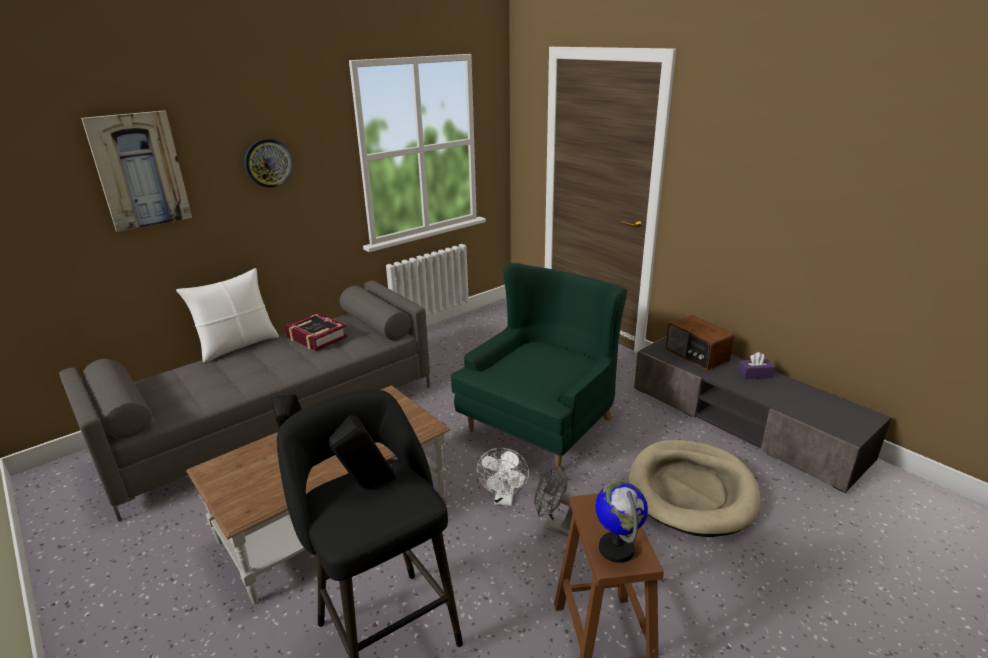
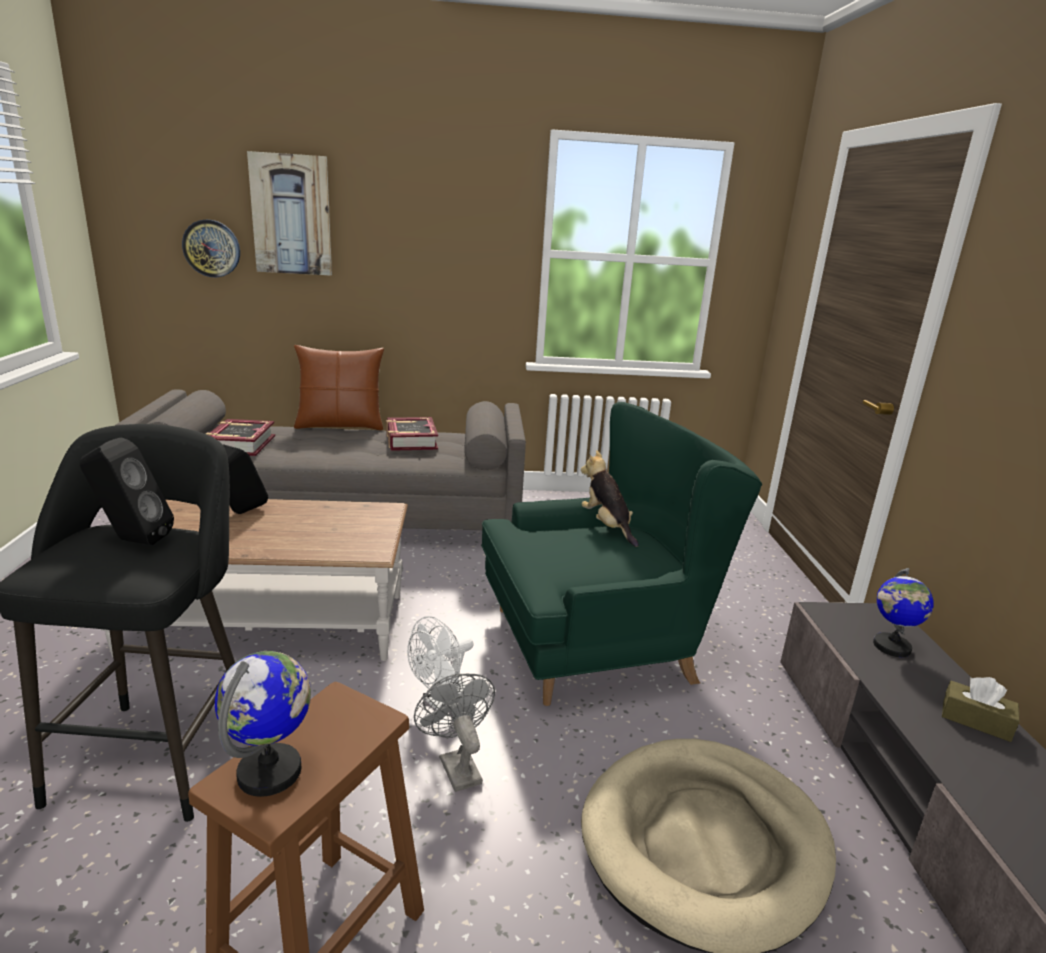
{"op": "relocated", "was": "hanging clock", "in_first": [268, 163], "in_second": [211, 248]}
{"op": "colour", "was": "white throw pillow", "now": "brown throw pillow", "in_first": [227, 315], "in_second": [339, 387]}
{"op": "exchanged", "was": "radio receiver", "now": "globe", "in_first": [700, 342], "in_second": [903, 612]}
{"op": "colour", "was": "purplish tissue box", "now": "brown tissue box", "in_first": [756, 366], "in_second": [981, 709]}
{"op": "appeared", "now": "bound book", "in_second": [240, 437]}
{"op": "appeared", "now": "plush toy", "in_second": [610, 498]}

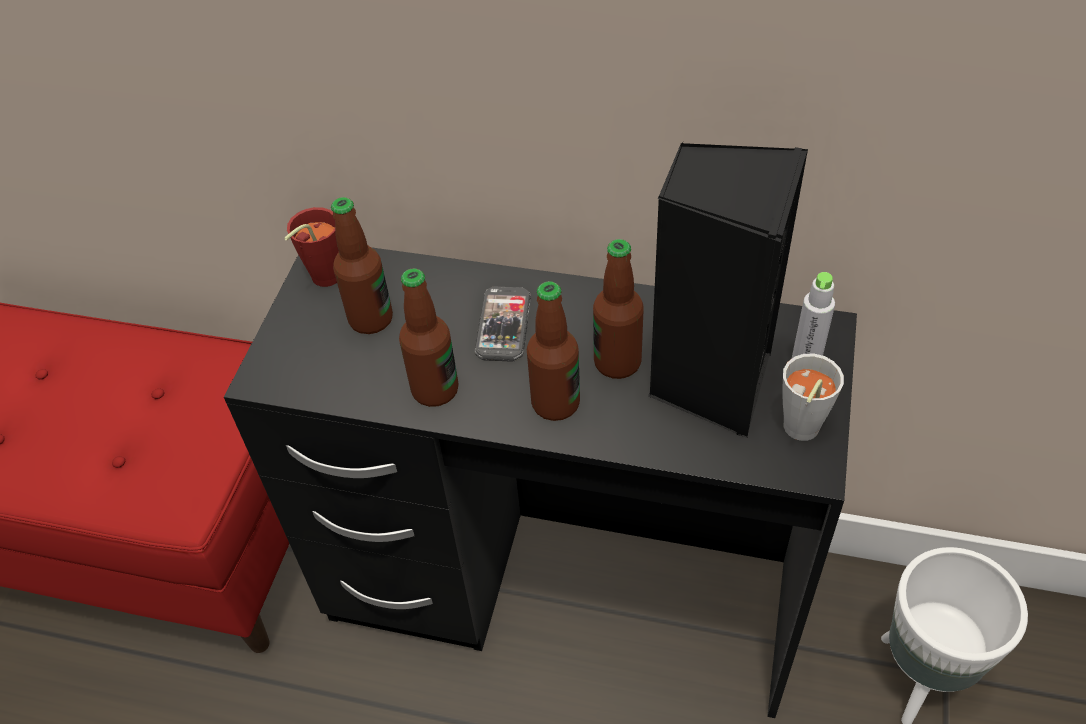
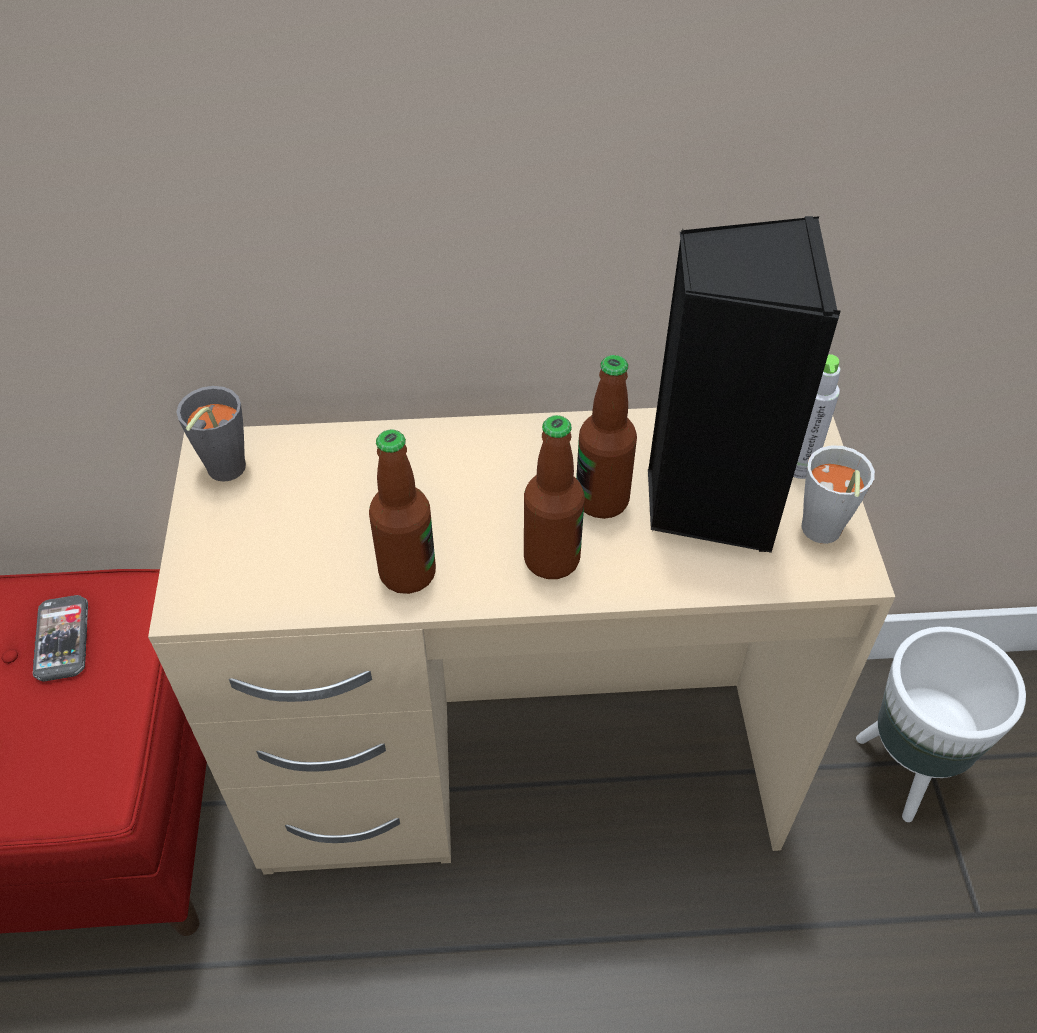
{"op": "missing", "was": "beverage bottle", "in_first": [362, 265]}
{"op": "colour", "was": "red-coloured small cup", "now": "gray small cup", "in_first": [311, 247], "in_second": [211, 434]}
{"op": "colour", "was": "blackish desk unit", "now": "beige desk unit", "in_first": [540, 482], "in_second": [521, 641]}
{"op": "relocated", "was": "handset", "in_first": [503, 324], "in_second": [60, 638]}

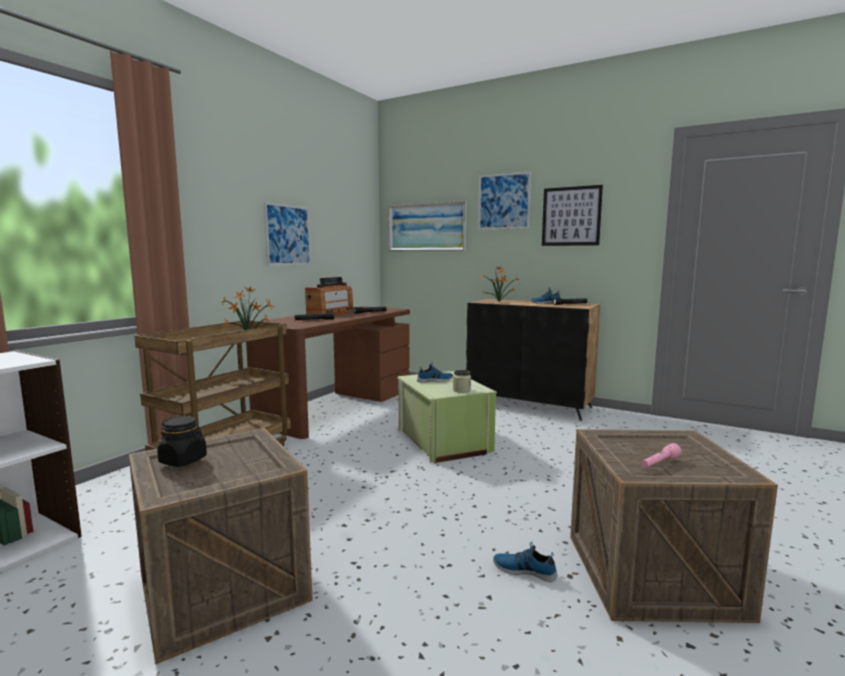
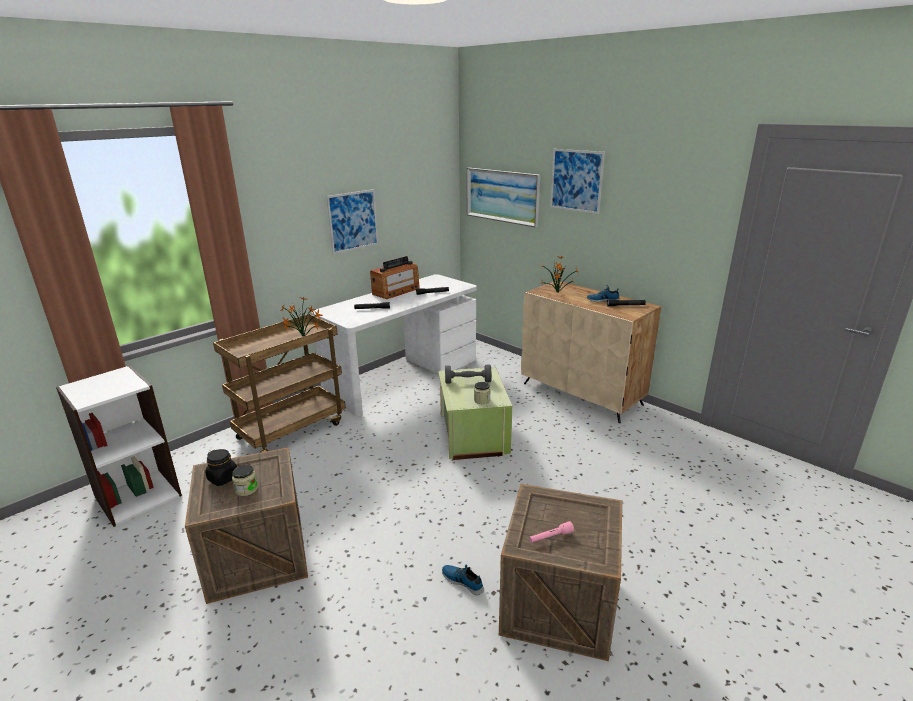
{"op": "missing", "was": "wall picture", "in_first": [572, 215]}
{"op": "colour", "was": "blackish cupboard", "now": "beige cupboard", "in_first": [533, 360], "in_second": [591, 352]}
{"op": "colour", "was": "brown desk unit", "now": "white desk unit", "in_first": [328, 372], "in_second": [394, 345]}
{"op": "exchanged", "was": "low shoe", "now": "gray dumbbell", "in_first": [435, 372], "in_second": [468, 374]}
{"op": "appeared", "now": "storage jar", "in_second": [245, 480]}

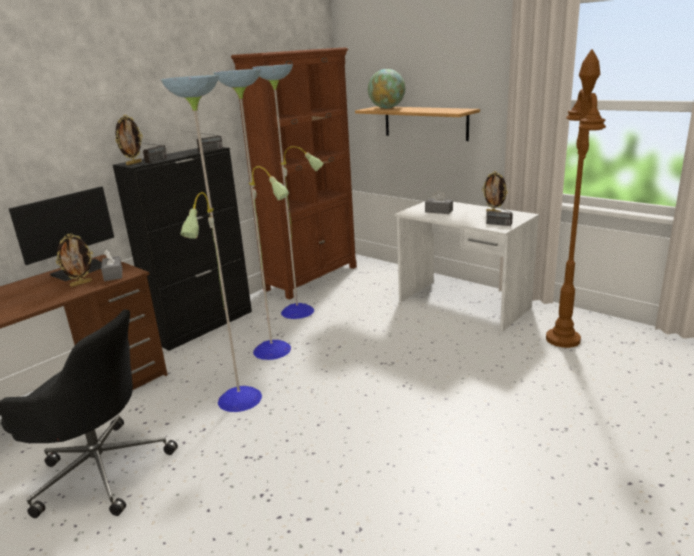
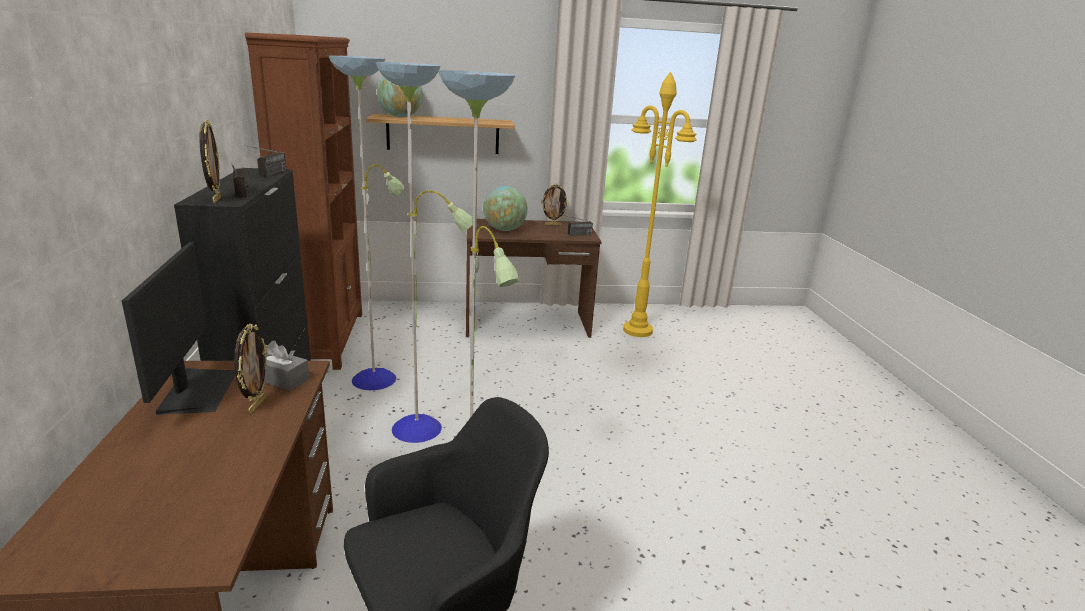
{"op": "colour", "was": "brown standing lamp", "now": "yellow-coloured standing lamp", "in_first": [576, 198], "in_second": [660, 204]}
{"op": "exchanged", "was": "gray tissue box", "now": "globe", "in_first": [439, 202], "in_second": [505, 208]}
{"op": "colour", "was": "white desk unit", "now": "brown desk unit", "in_first": [466, 266], "in_second": [534, 278]}

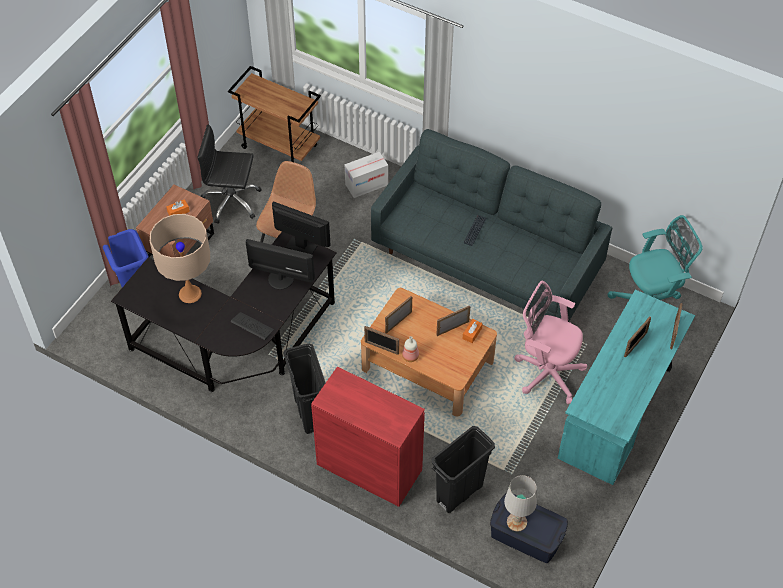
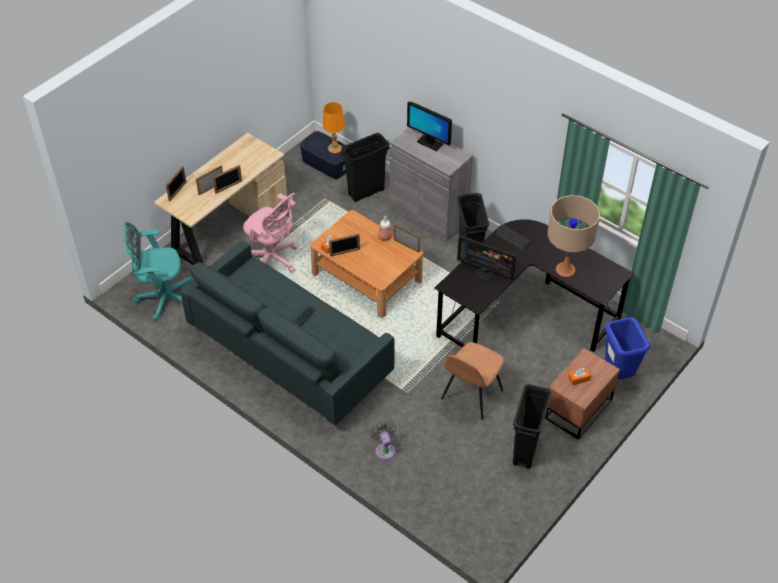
{"op": "missing", "was": "brown wheeled cart", "in_first": [274, 114]}
{"op": "exchanged", "was": "blackish computer chair", "now": "blackish trash can", "in_first": [229, 174], "in_second": [532, 426]}
{"op": "exchanged", "was": "packing box", "now": "gray electric fan", "in_first": [366, 175], "in_second": [383, 440]}
{"op": "relocated", "was": "monitor", "in_first": [301, 227], "in_second": [429, 126]}
{"op": "colour", "was": "turquoise-coloured desk unit", "now": "beige desk unit", "in_first": [626, 387], "in_second": [220, 199]}
{"op": "relocated", "was": "standing frame", "in_first": [398, 315], "in_second": [227, 179]}
{"op": "colour", "was": "red-coloured cupboard", "now": "gray cupboard", "in_first": [368, 436], "in_second": [431, 184]}
{"op": "colour", "was": "white lamp for a table", "now": "orange lamp for a table", "in_first": [520, 503], "in_second": [334, 127]}

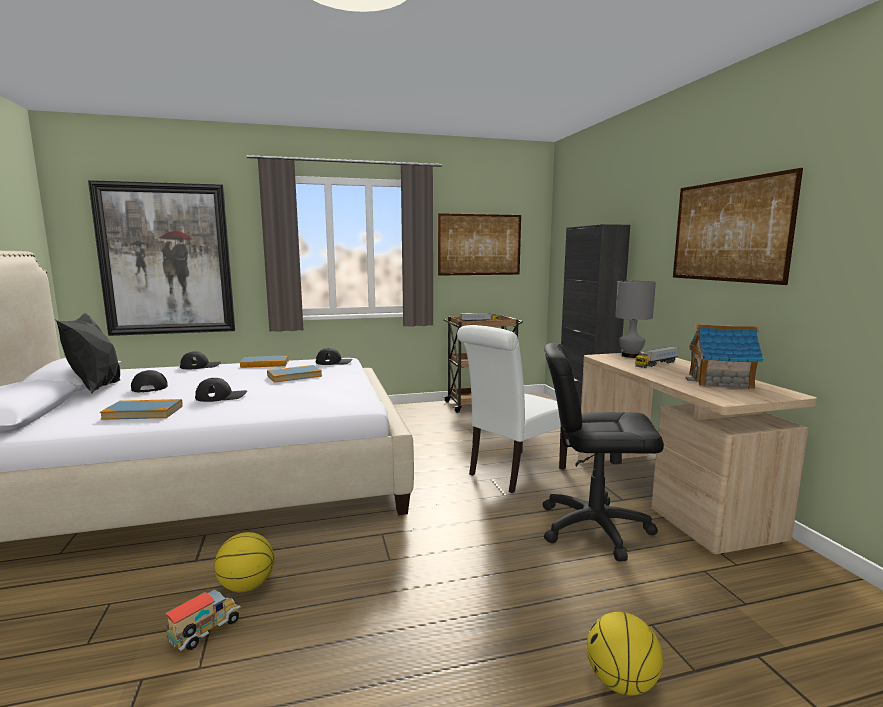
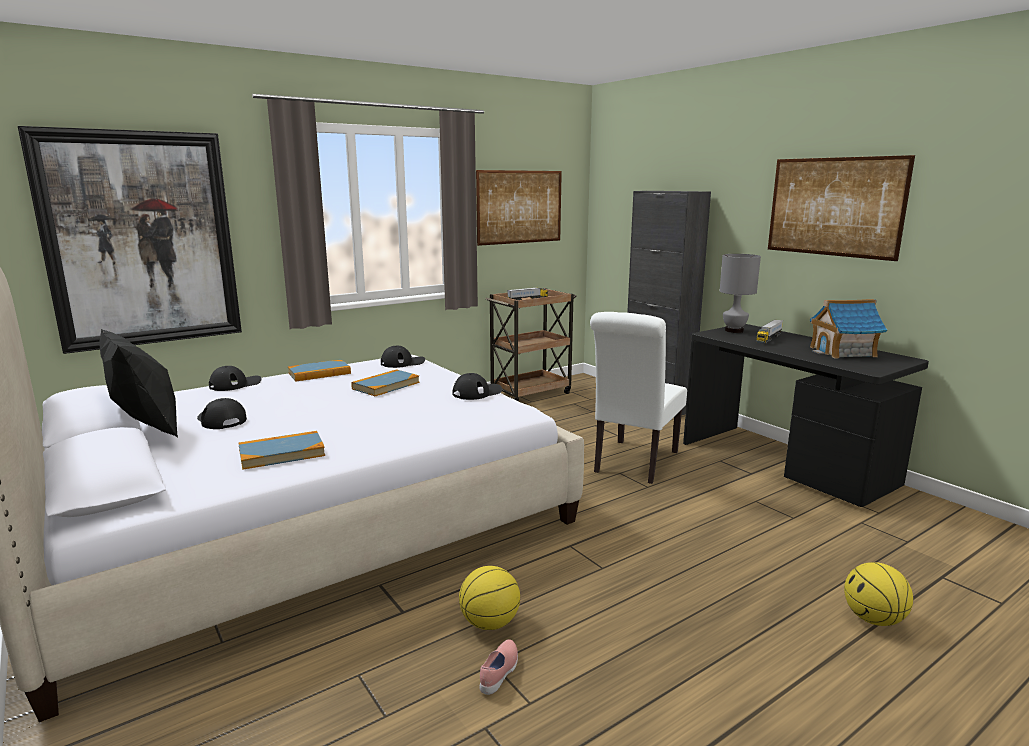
{"op": "missing", "was": "blackish computer chair", "in_first": [603, 452]}
{"op": "colour", "was": "beige desk unit", "now": "blackish desk unit", "in_first": [697, 453], "in_second": [806, 415]}
{"op": "relocated", "was": "blackish baseball cap", "in_first": [221, 390], "in_second": [477, 386]}
{"op": "exchanged", "was": "model truck", "now": "pink low shoe", "in_first": [203, 620], "in_second": [498, 667]}

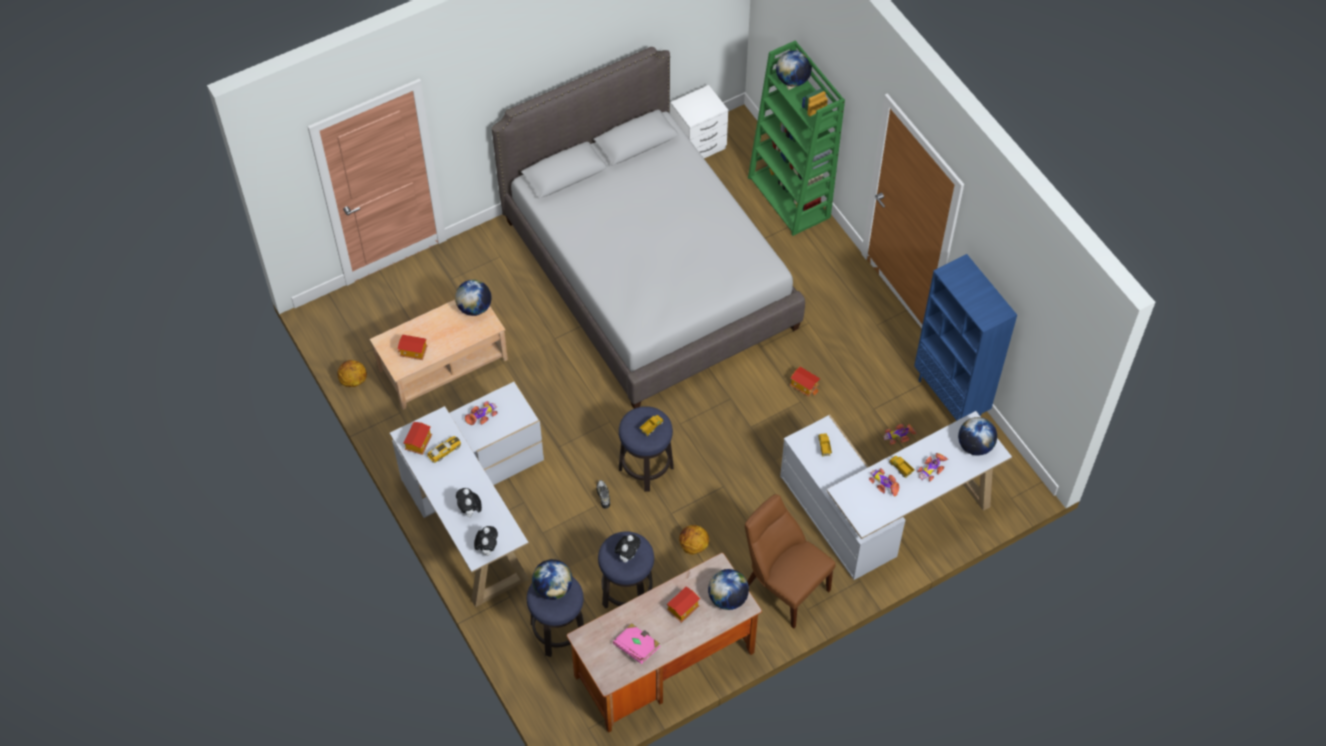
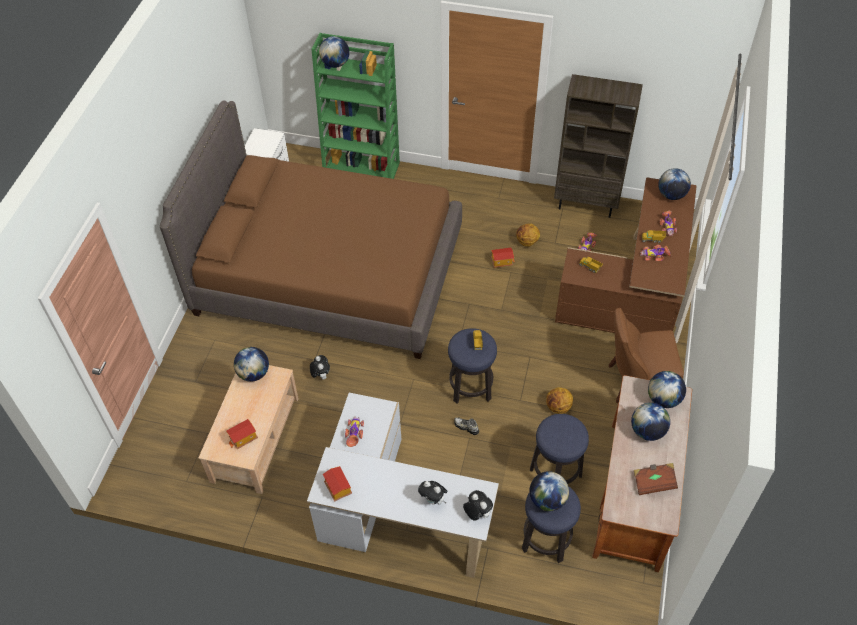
{"op": "colour", "was": "gray bed", "now": "brown bed", "in_first": [648, 228], "in_second": [311, 230]}
{"op": "colour", "was": "blue-coloured bookcase", "now": "brown bookcase", "in_first": [965, 337], "in_second": [598, 146]}
{"op": "relocated", "was": "ball for basketball", "in_first": [352, 373], "in_second": [528, 235]}
{"op": "colour", "was": "white desk unit", "now": "brown desk unit", "in_first": [896, 495], "in_second": [626, 255]}
{"op": "missing", "was": "toy car", "in_first": [444, 449]}
{"op": "relocated", "was": "plush toy", "in_first": [628, 548], "in_second": [320, 367]}
{"op": "exchanged", "was": "toy house", "now": "globe", "in_first": [683, 604], "in_second": [650, 421]}
{"op": "colour", "was": "pink bound book", "now": "brown bound book", "in_first": [637, 643], "in_second": [656, 479]}

